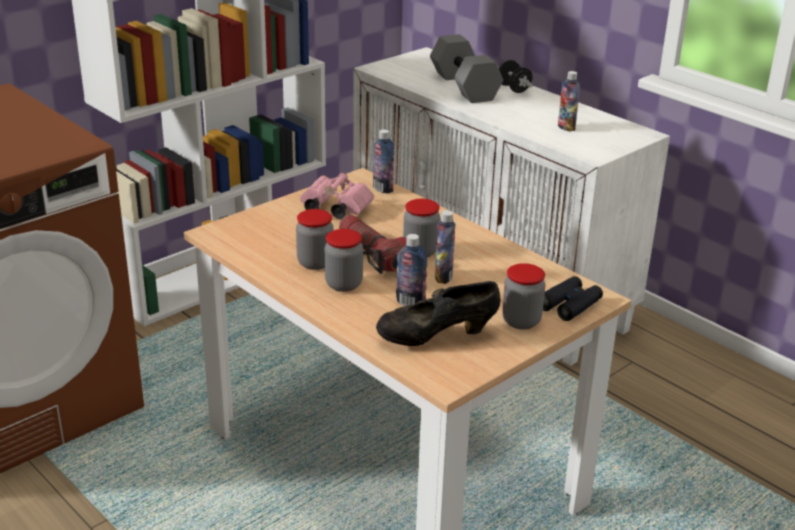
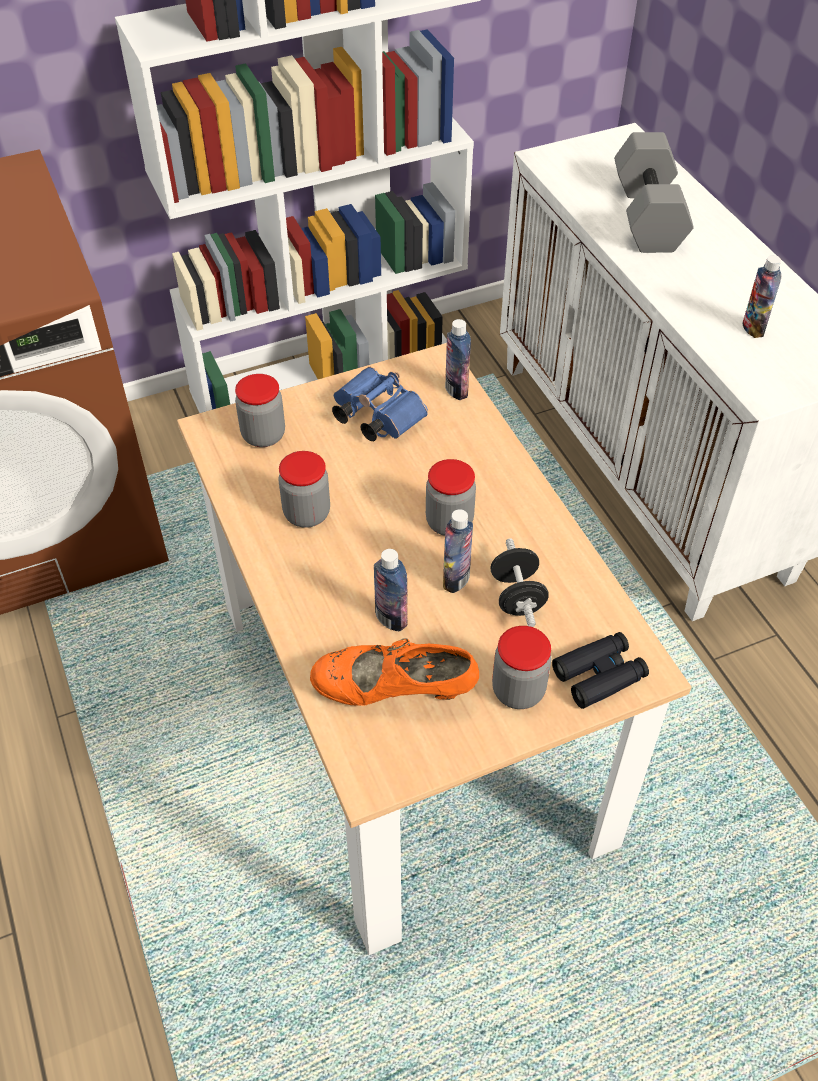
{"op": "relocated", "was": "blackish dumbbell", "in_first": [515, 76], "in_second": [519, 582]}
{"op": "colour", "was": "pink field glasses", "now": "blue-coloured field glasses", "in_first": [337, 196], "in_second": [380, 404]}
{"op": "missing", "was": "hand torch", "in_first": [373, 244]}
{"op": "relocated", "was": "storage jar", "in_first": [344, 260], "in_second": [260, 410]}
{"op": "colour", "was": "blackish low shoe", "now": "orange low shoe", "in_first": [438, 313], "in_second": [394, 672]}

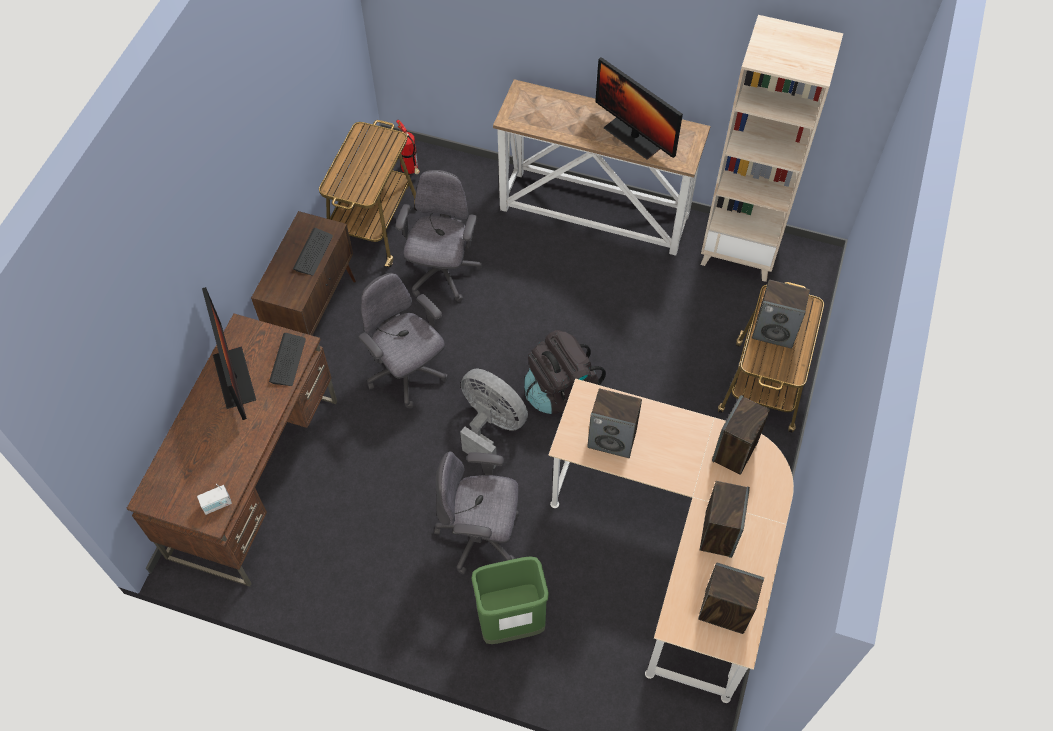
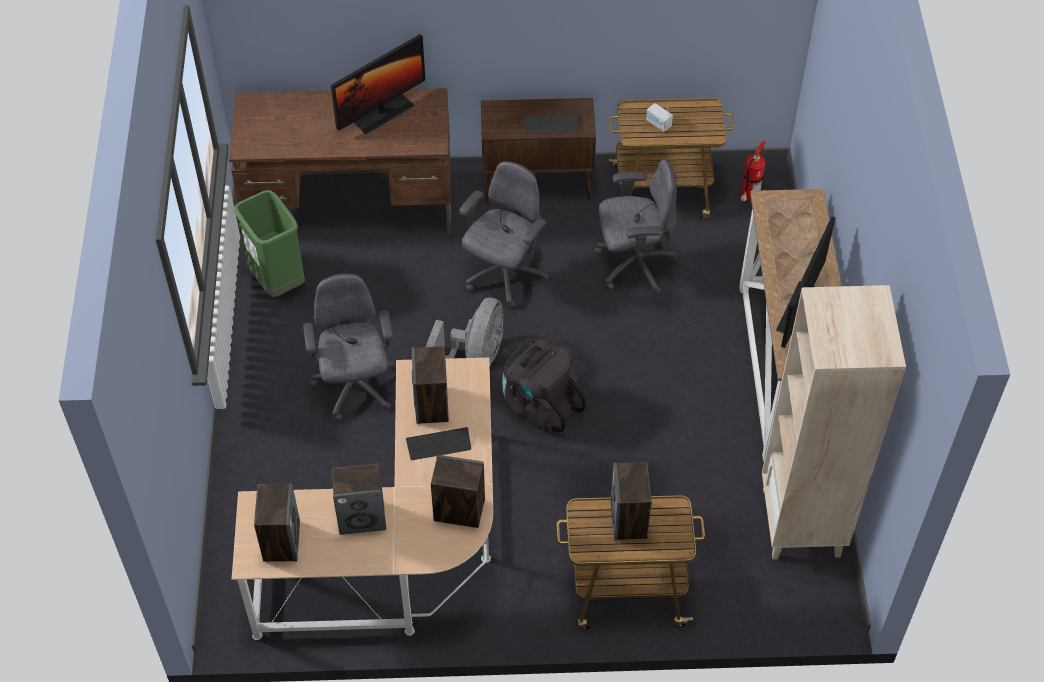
{"op": "relocated", "was": "keyboard", "in_first": [287, 359], "in_second": [438, 443]}
{"op": "relocated", "was": "radio receiver", "in_first": [214, 499], "in_second": [659, 117]}
{"op": "relocated", "was": "green-coloured trash can", "in_first": [510, 600], "in_second": [269, 243]}

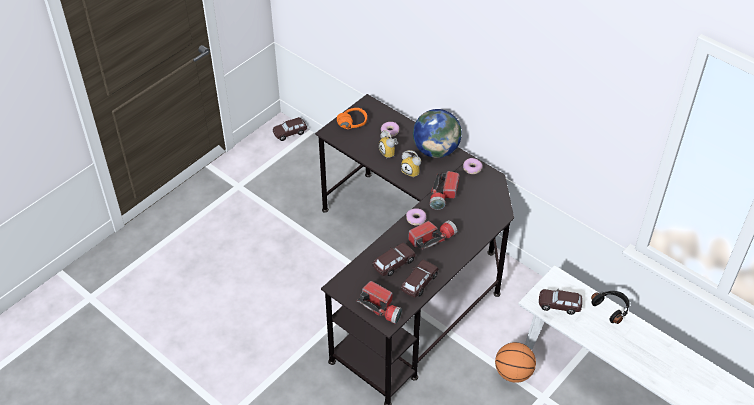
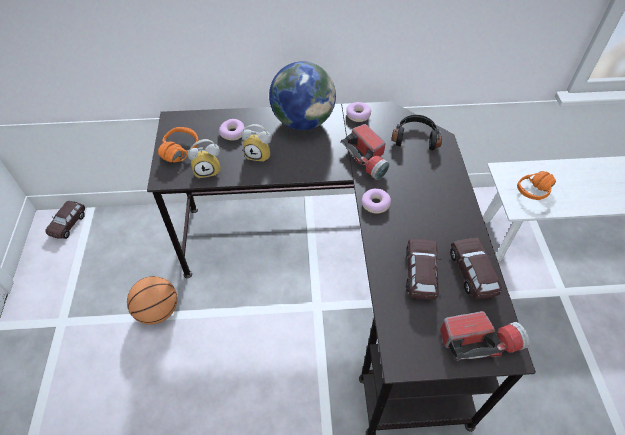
{"op": "relocated", "was": "alarm clock", "in_first": [411, 163], "in_second": [204, 158]}
{"op": "missing", "was": "hand torch", "in_first": [432, 235]}
{"op": "exchanged", "was": "brown toy car", "now": "orange pair of headphones", "in_first": [560, 302], "in_second": [536, 185]}
{"op": "relocated", "was": "blackish pair of headphones", "in_first": [610, 307], "in_second": [416, 132]}
{"op": "relocated", "was": "ball for basketball", "in_first": [515, 362], "in_second": [152, 300]}

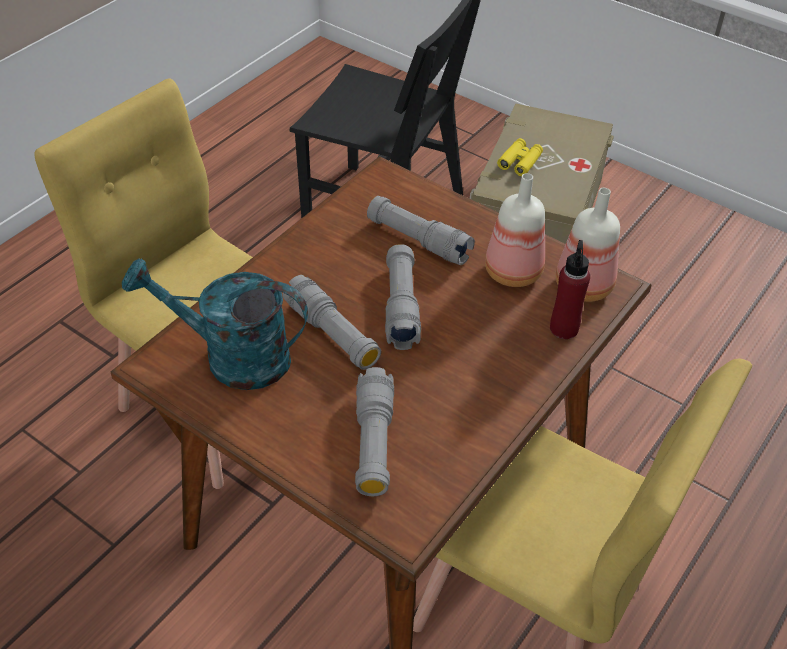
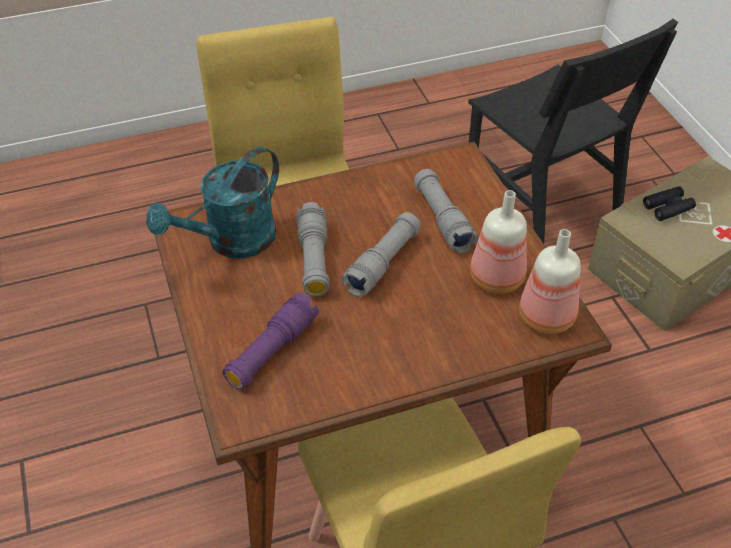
{"op": "colour", "was": "yellow-coloured field glasses", "now": "blackish field glasses", "in_first": [520, 157], "in_second": [669, 203]}
{"op": "missing", "was": "red-coloured beverage bottle", "in_first": [570, 289]}
{"op": "spun", "was": "turquoise-coloured watering can", "in_first": [215, 324], "in_second": [212, 202], "clockwise": -90}
{"op": "colour", "was": "gray hand torch", "now": "purplish hand torch", "in_first": [374, 431], "in_second": [271, 341]}

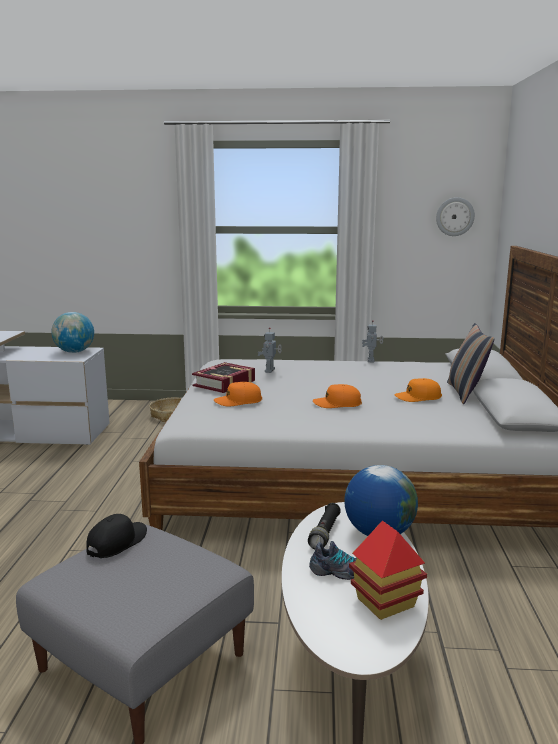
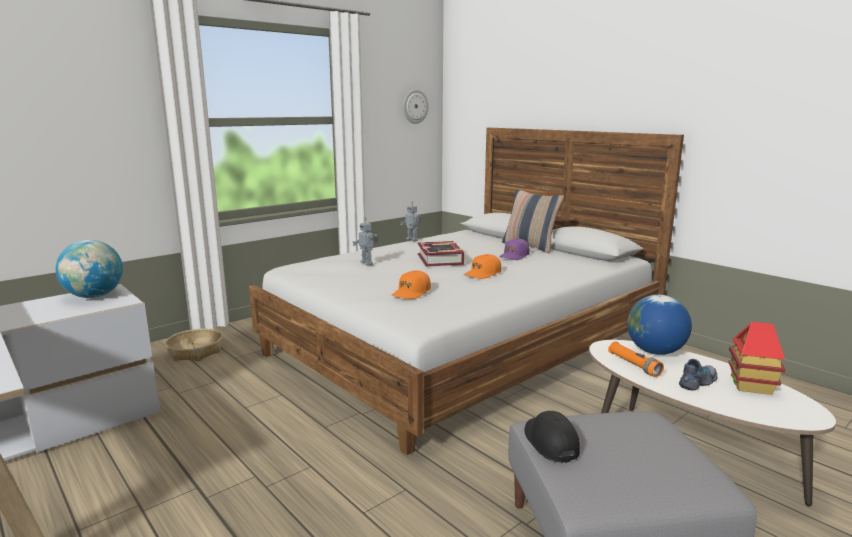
{"op": "relocated", "was": "bound book", "in_first": [223, 377], "in_second": [441, 254]}
{"op": "colour", "was": "orange baseball cap", "now": "purplish baseball cap", "in_first": [418, 390], "in_second": [514, 249]}
{"op": "colour", "was": "blackish hand torch", "now": "orange hand torch", "in_first": [324, 526], "in_second": [636, 359]}

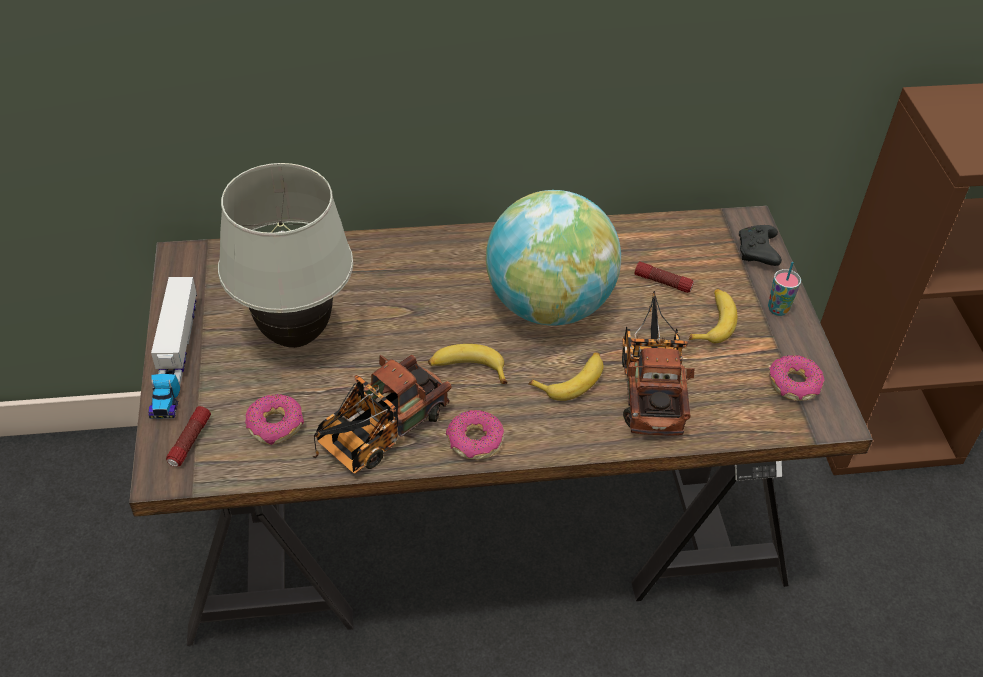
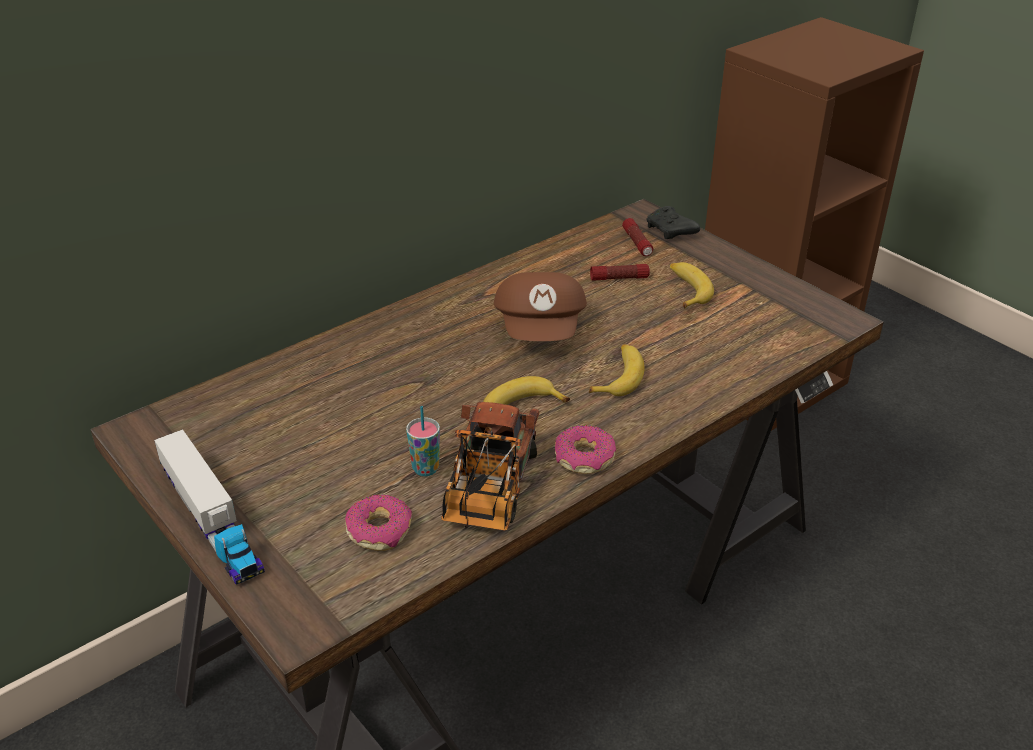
{"op": "missing", "was": "white lamp for a table", "in_first": [285, 255]}
{"op": "exchanged", "was": "globe", "now": "brown baseball cap", "in_first": [553, 258], "in_second": [540, 306]}
{"op": "relocated", "was": "small cup", "in_first": [784, 289], "in_second": [423, 441]}
{"op": "missing", "was": "model truck", "in_first": [658, 363]}
{"op": "missing", "was": "donut", "in_first": [797, 378]}
{"op": "relocated", "was": "hand torch", "in_first": [188, 436], "in_second": [637, 237]}

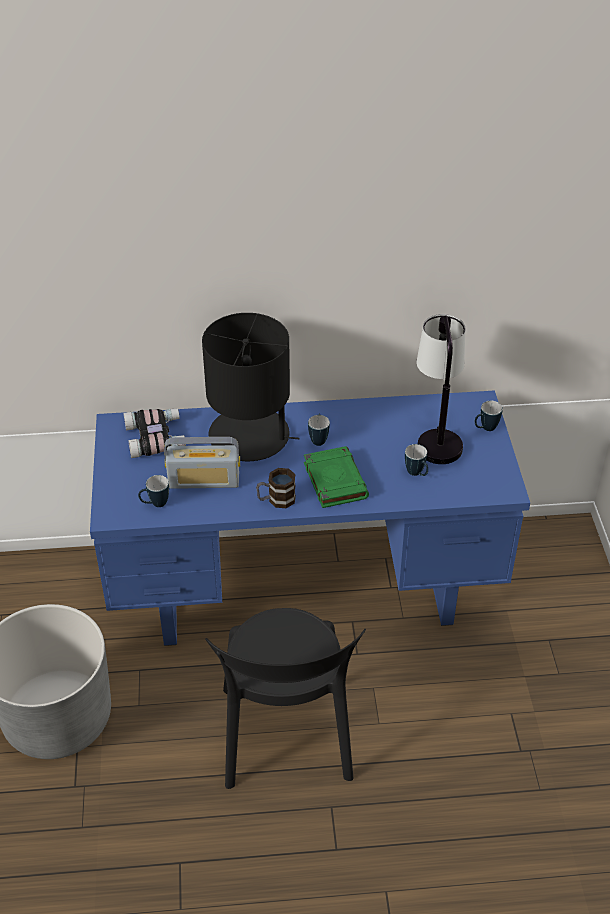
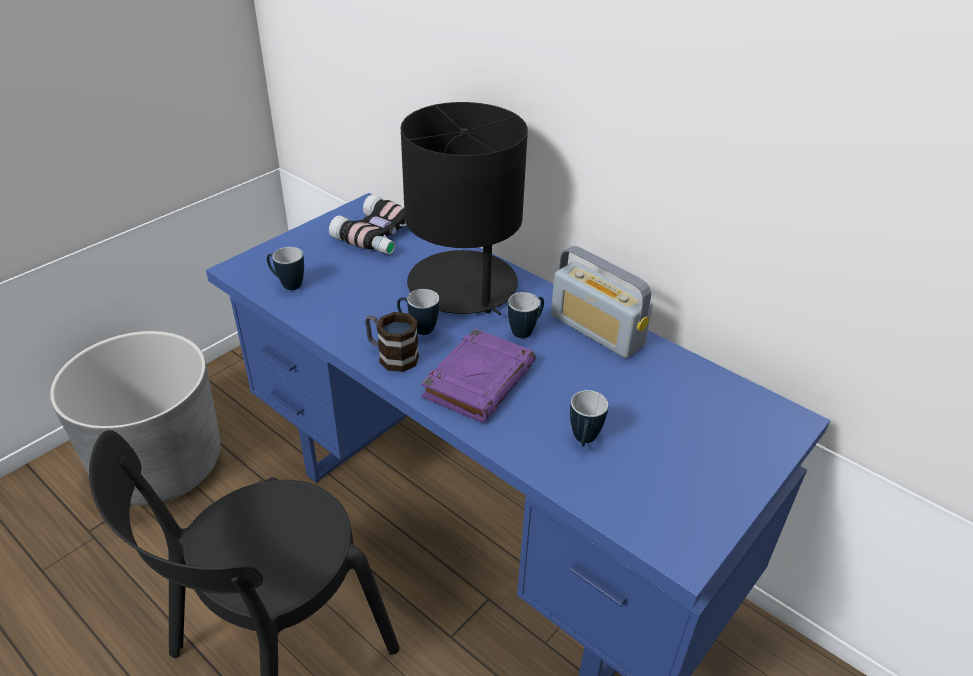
{"op": "missing", "was": "lamp for a table", "in_first": [440, 389]}
{"op": "relocated", "was": "tea mug", "in_first": [489, 416], "in_second": [418, 312]}
{"op": "relocated", "was": "radio receiver", "in_first": [202, 463], "in_second": [602, 302]}
{"op": "colour", "was": "green-coloured bound book", "now": "purplish bound book", "in_first": [336, 477], "in_second": [478, 375]}

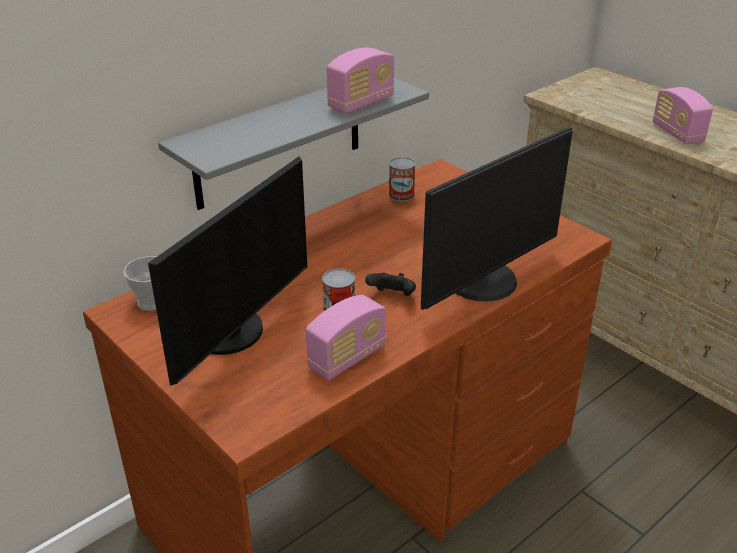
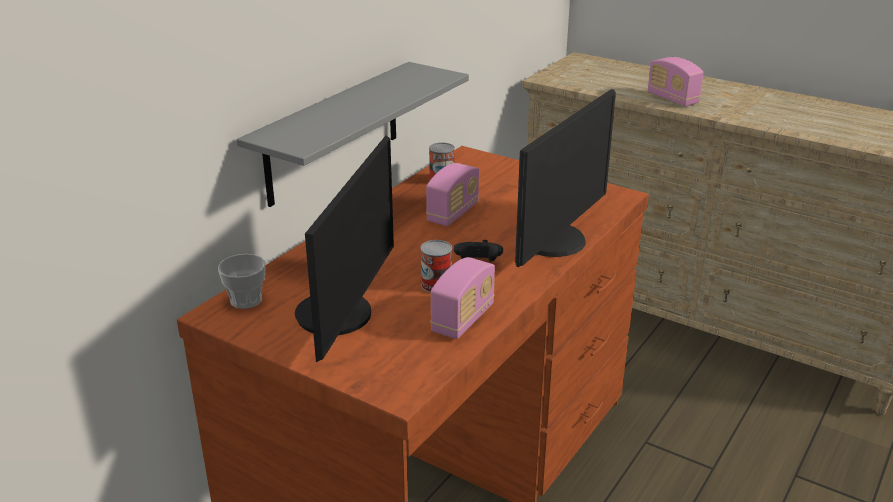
{"op": "relocated", "was": "radio receiver", "in_first": [360, 80], "in_second": [452, 194]}

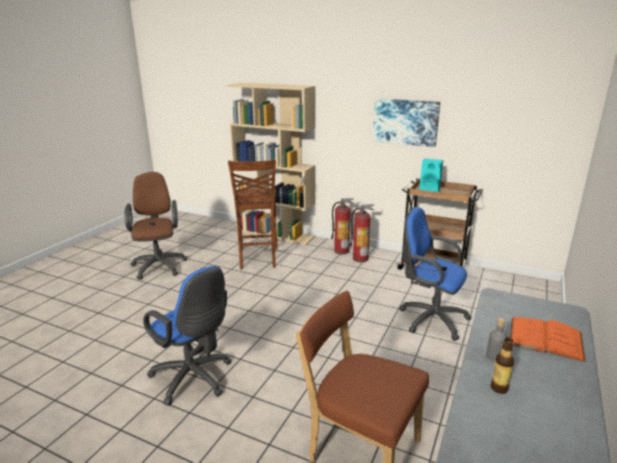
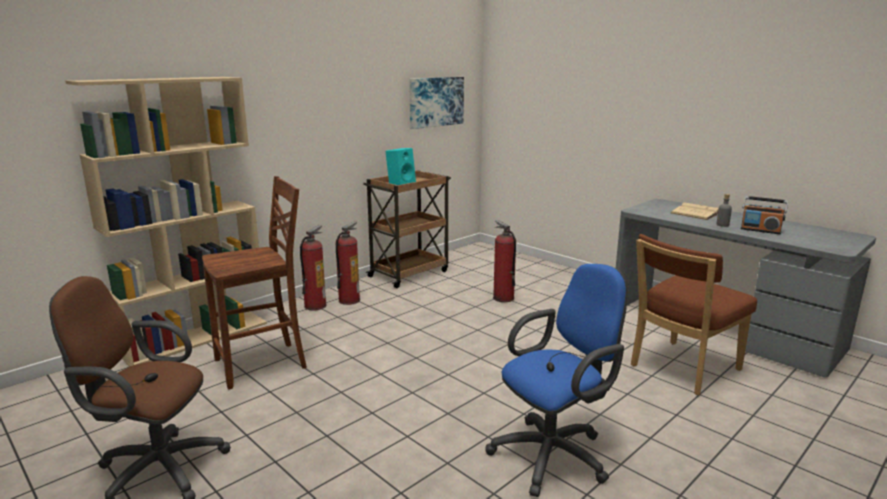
{"op": "relocated", "was": "wall picture", "in_first": [406, 122], "in_second": [436, 103]}
{"op": "spun", "was": "brown upright chair", "in_first": [253, 214], "in_second": [254, 283], "clockwise": -45}
{"op": "exchanged", "was": "blue-coloured computer chair", "now": "fire-fighting cylinder", "in_first": [435, 274], "in_second": [504, 261]}
{"op": "colour", "was": "orange bound book", "now": "beige bound book", "in_first": [548, 340], "in_second": [695, 211]}
{"op": "exchanged", "was": "beverage bottle", "now": "radio receiver", "in_first": [502, 365], "in_second": [764, 215]}

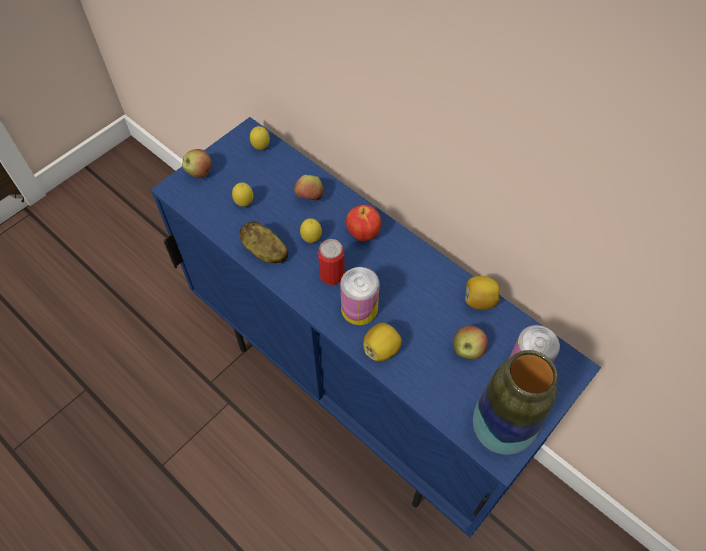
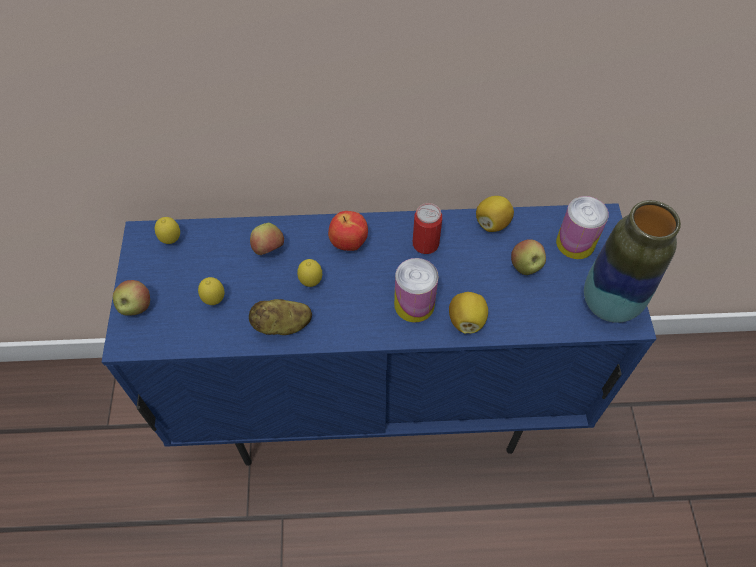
{"op": "relocated", "was": "sealed can", "in_first": [331, 262], "in_second": [427, 228]}

